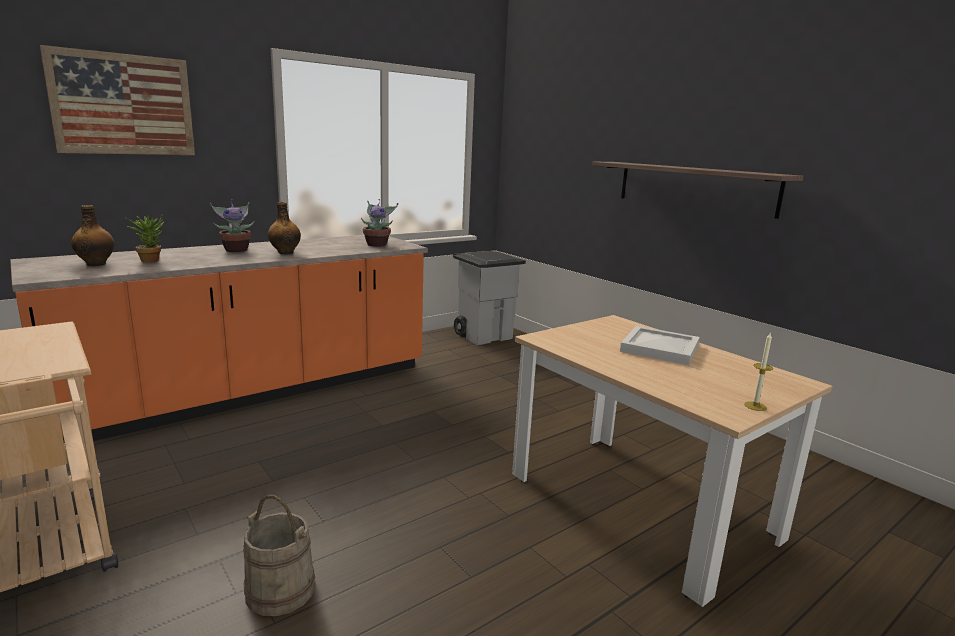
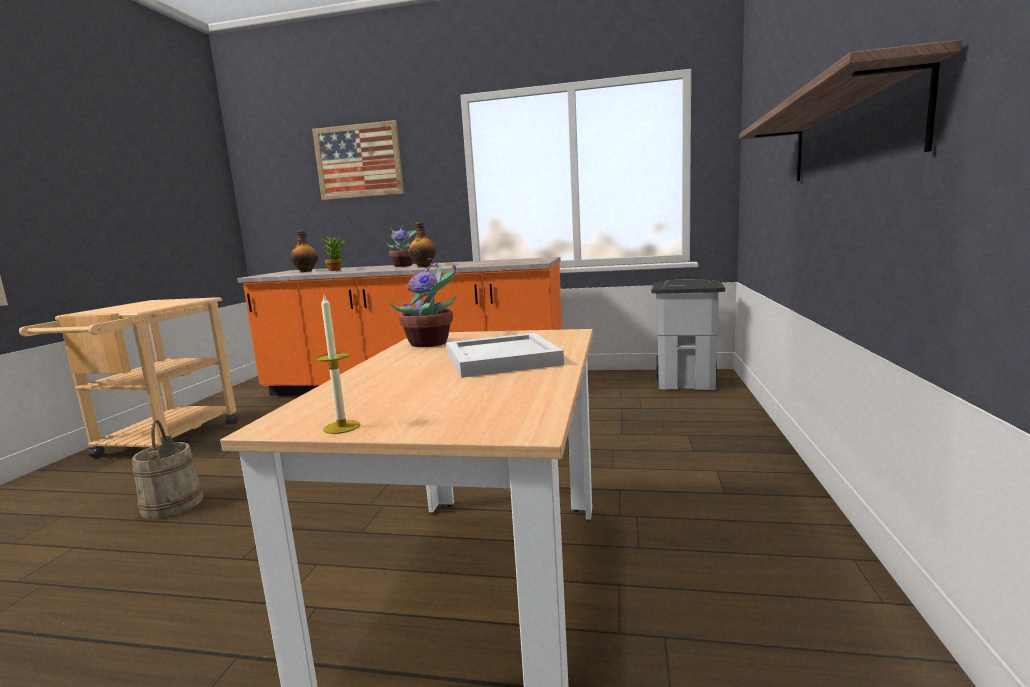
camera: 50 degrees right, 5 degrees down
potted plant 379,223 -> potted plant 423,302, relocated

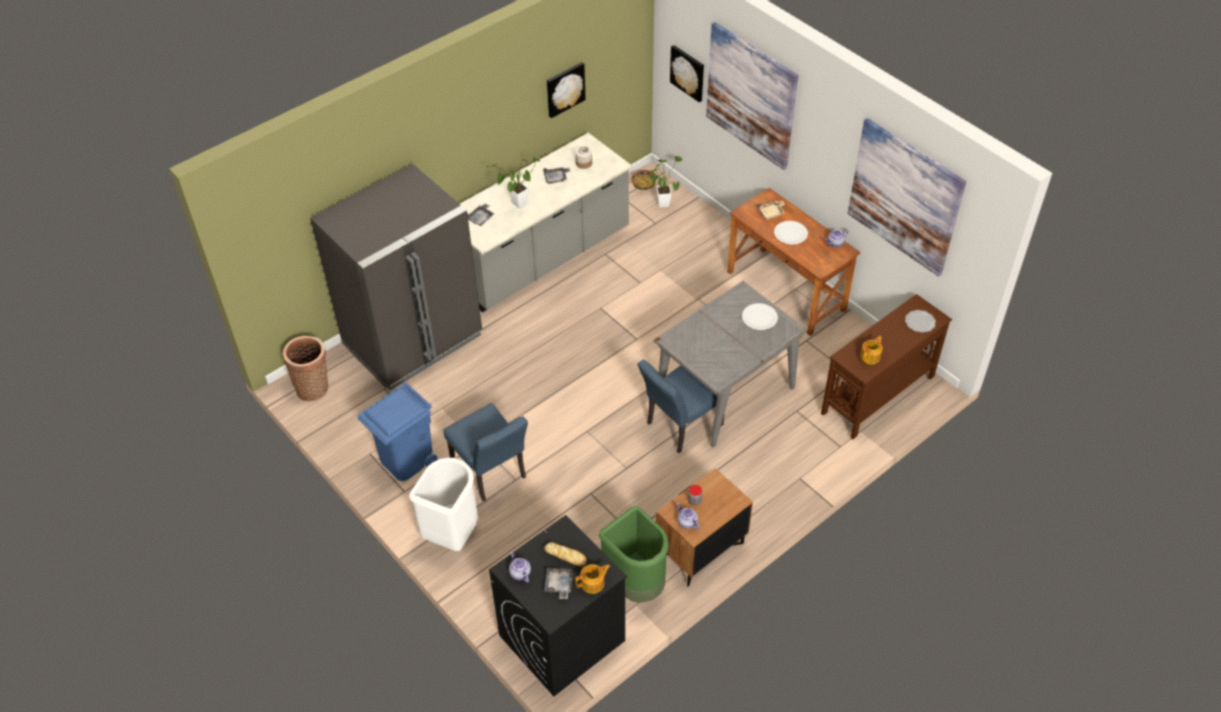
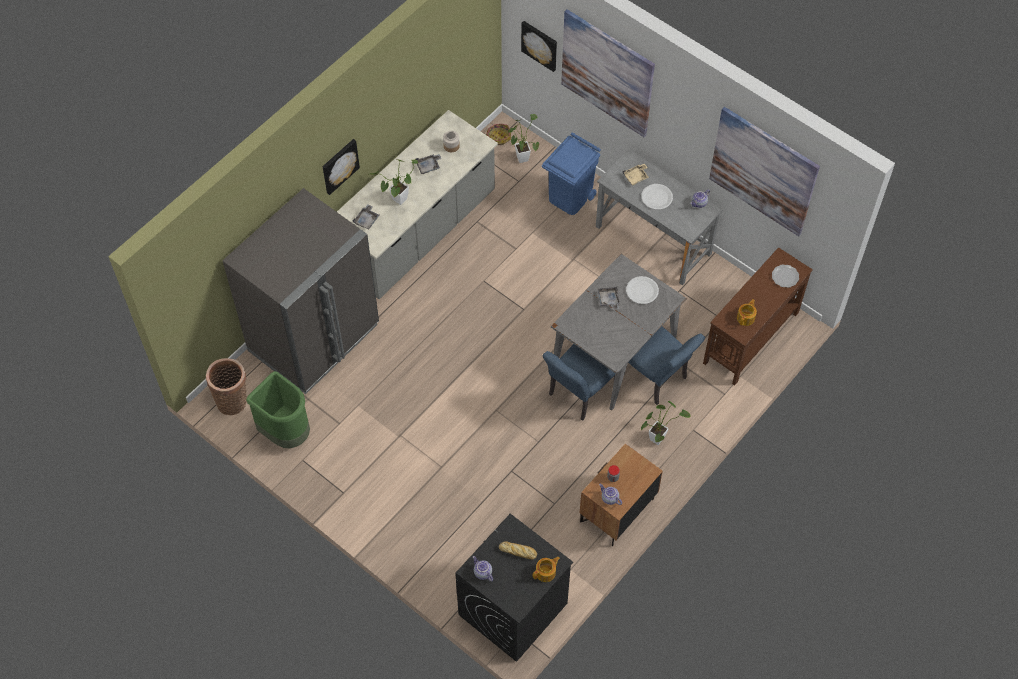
camera: 10 degrees left, 10 degrees up
white trash can 443,504 -> none
none -> potted plant 666,423
blue trash can 397,431 -> blue trash can 571,174, relocated
blue chair 486,452 -> blue chair 666,365, relocated
grey tray 559,583 -> grey tray 609,298, relocated
picture 566,90 -> picture 341,167, relocated
green trash can 634,554 -> green trash can 278,409, relocated
brown desk 793,262 -> grey desk 659,217

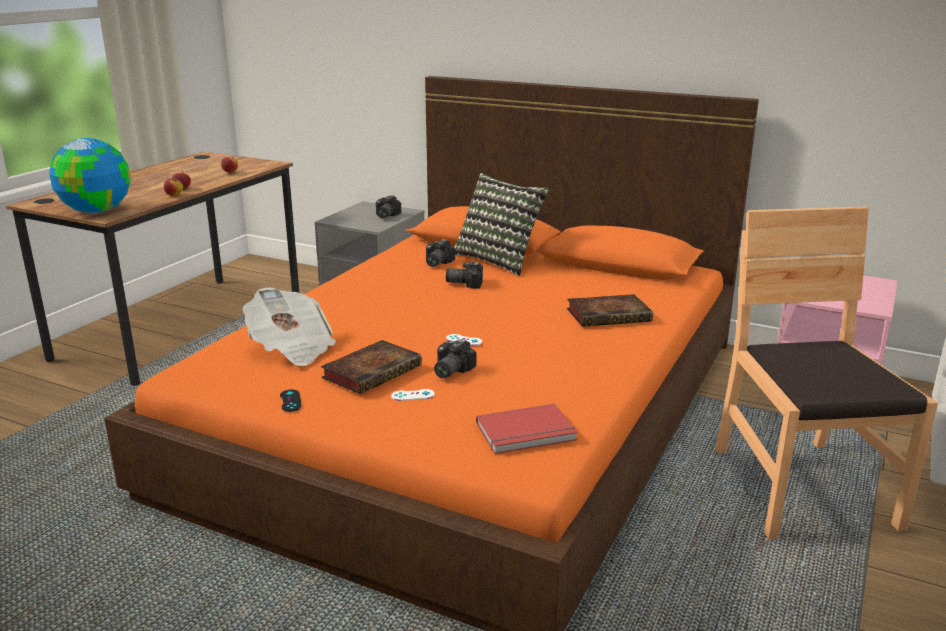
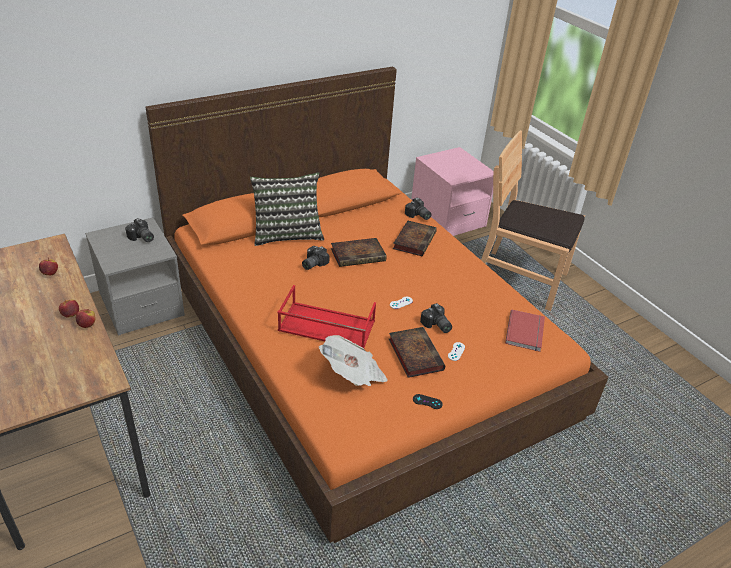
camera: 60 degrees left, 15 degrees up
globe 90,175 -> none
none -> red tray 327,316
none -> book 359,252
photo camera 440,253 -> photo camera 418,209, relocated

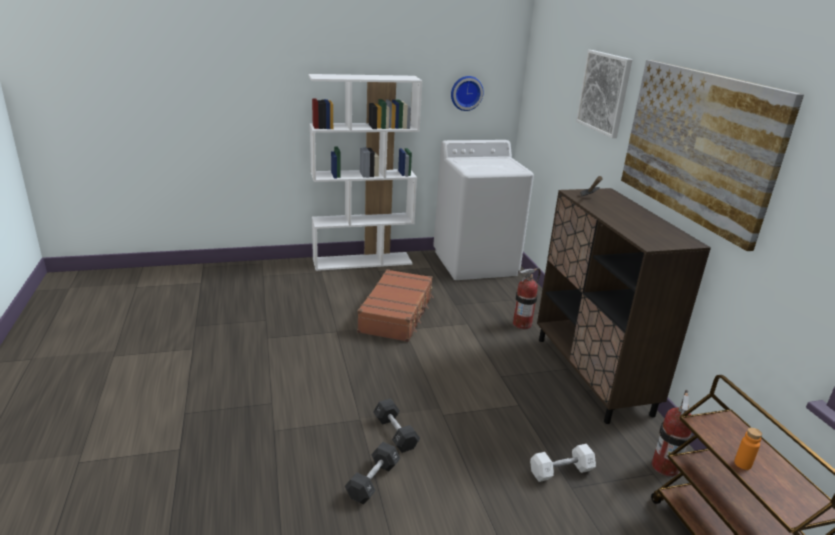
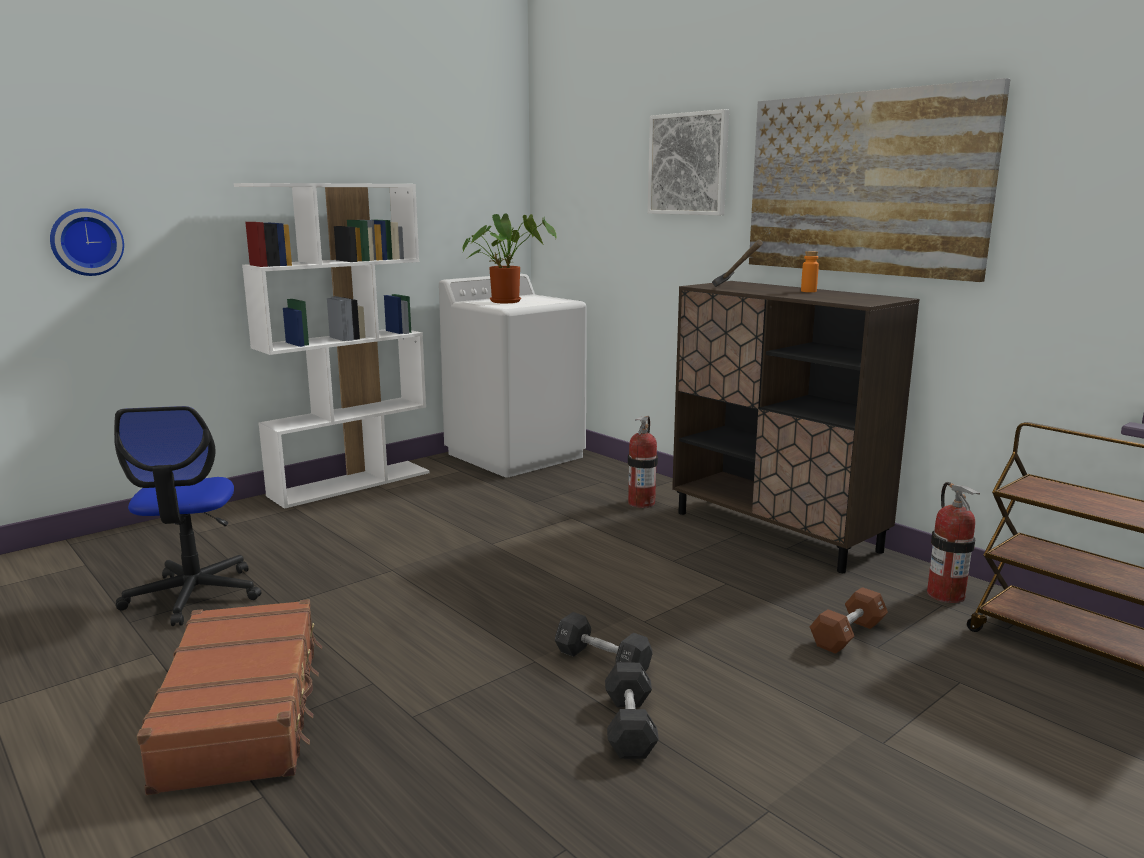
camera: 25 degrees left, 10 degrees down
none -> office chair 187,516
none -> potted plant 509,258
brown suitcase 395,305 -> brown suitcase 229,697, relocated
wall clock 467,93 -> wall clock 87,242, relocated
orange bottle 748,448 -> orange bottle 810,271, relocated
white dumbbell 563,463 -> brown dumbbell 849,620

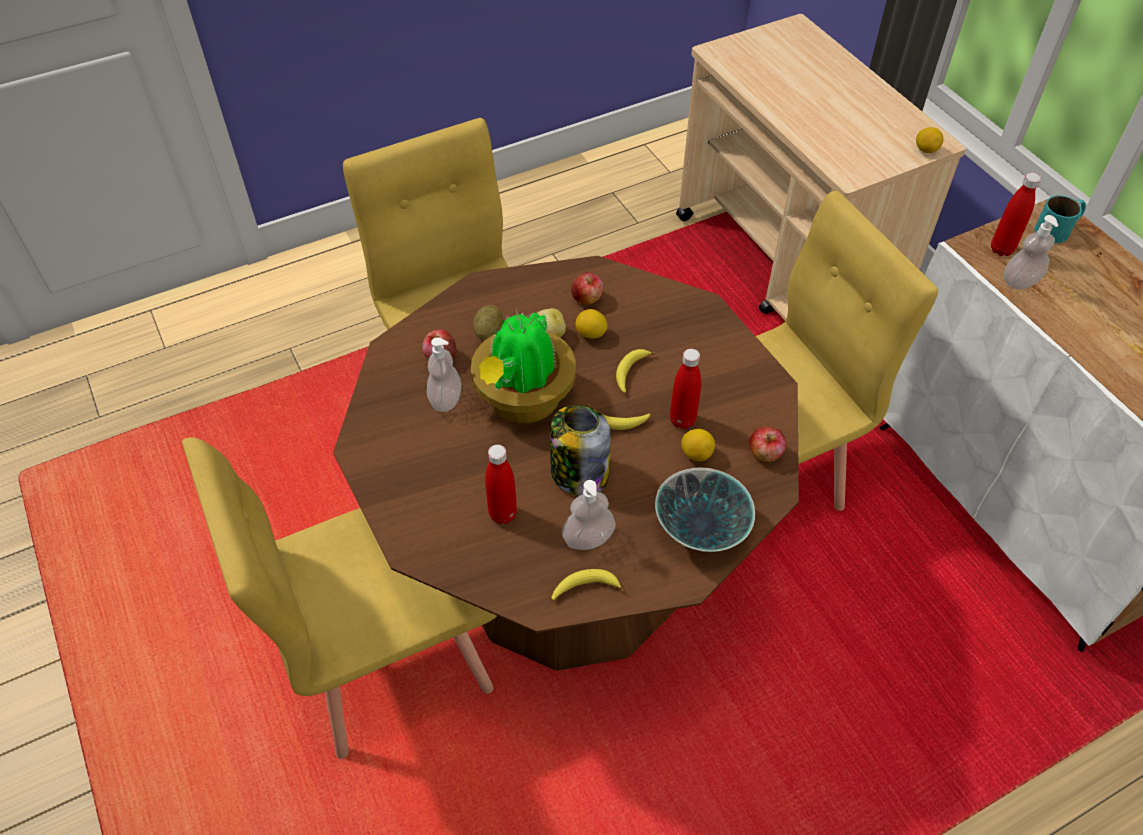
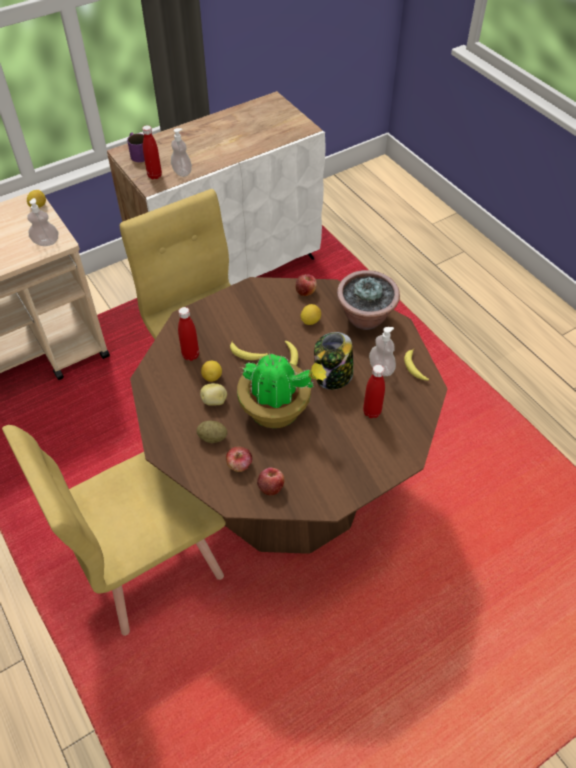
camera: 95 degrees left, 0 degrees up
yellow chair 339,598 -> none
soap dispenser 444,374 -> soap dispenser 42,222, relocated
apple 587,288 -> apple 270,481, relocated
red bottle 685,389 -> red bottle 188,334, relocated
bowl 705,510 -> potted plant 368,300
turquoise mug 1060,219 -> purple mug 136,147

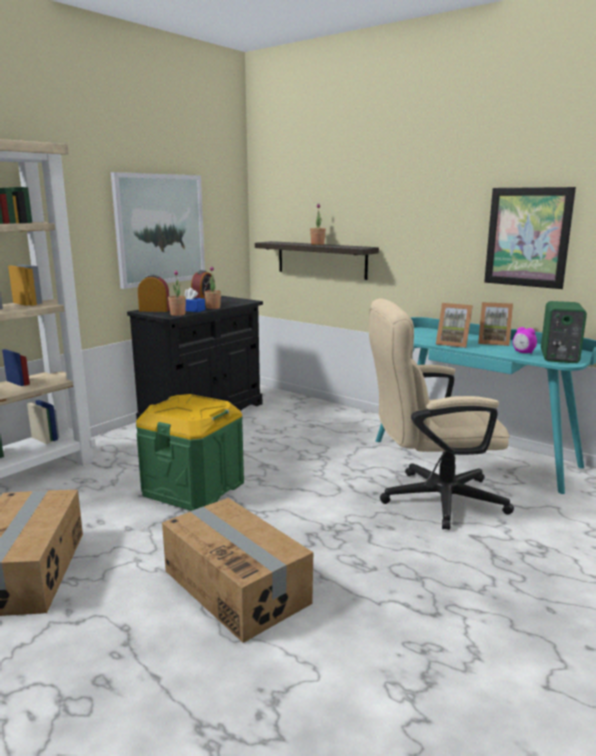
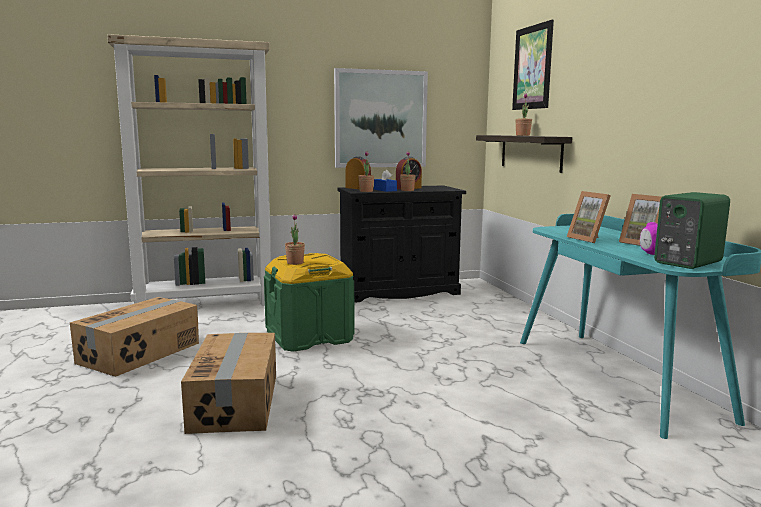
camera: 35 degrees right, 5 degrees down
beige office chair 441,414 -> none
none -> potted plant 295,239
picture 530,238 -> picture 533,65, relocated

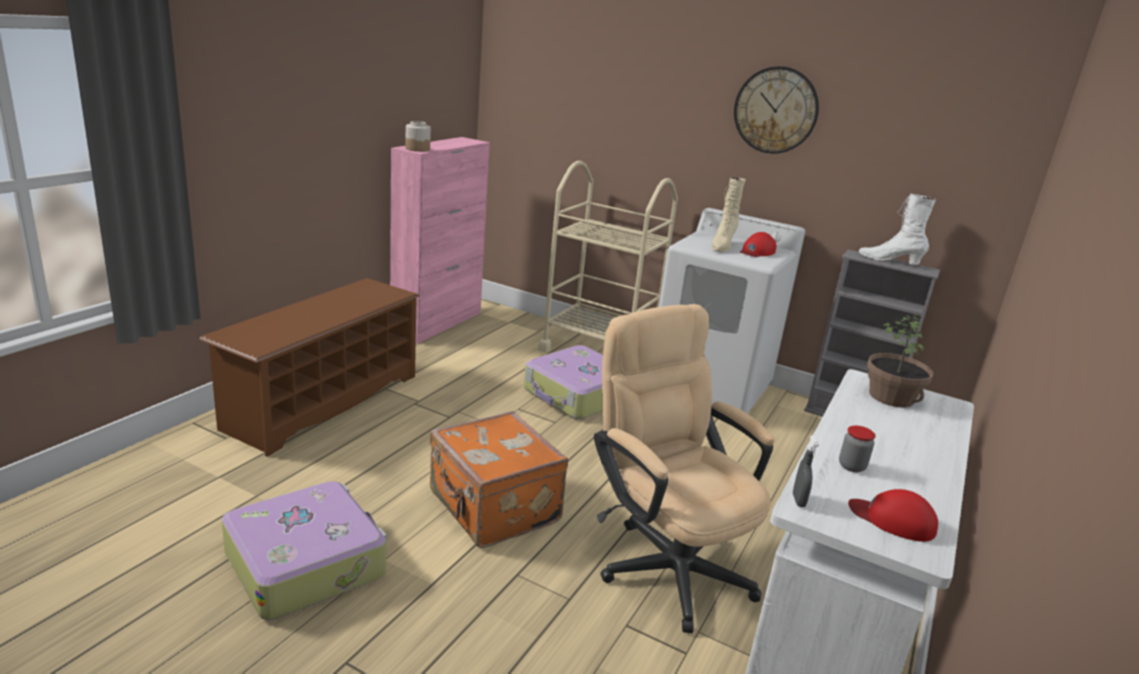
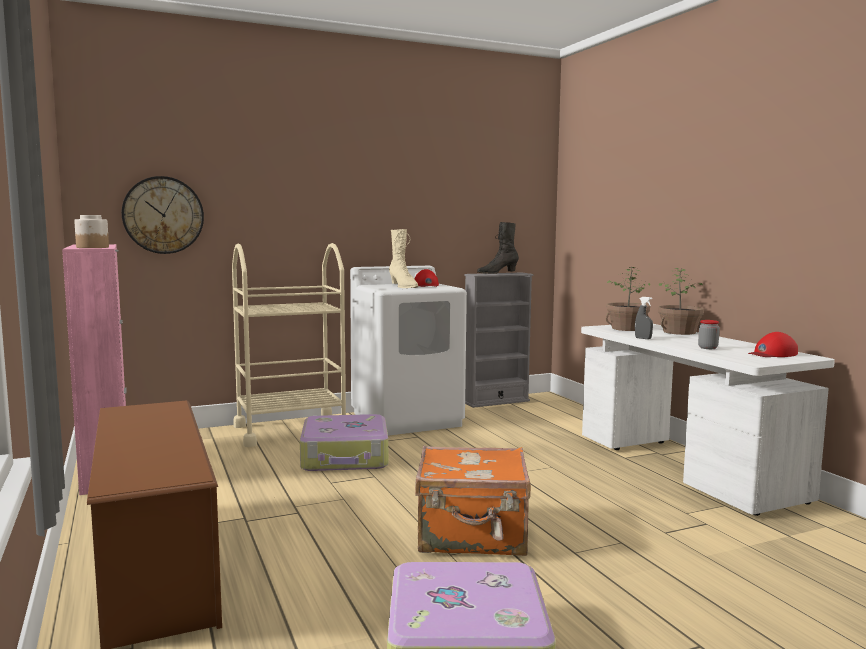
camera: 50 degrees left, 15 degrees down
beige office chair 684,469 -> none
none -> potted plant 681,301
wall clock 776,110 -> wall clock 162,215, relocated
grey spray bottle 806,471 -> grey spray bottle 644,318, relocated
white boot 897,229 -> black boot 498,248

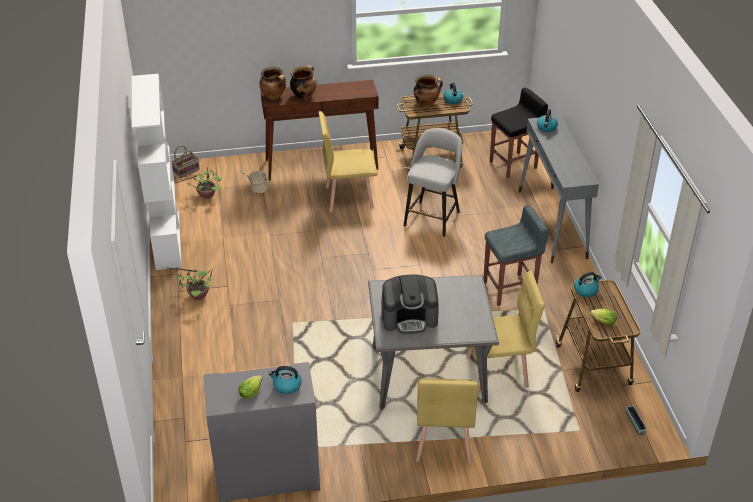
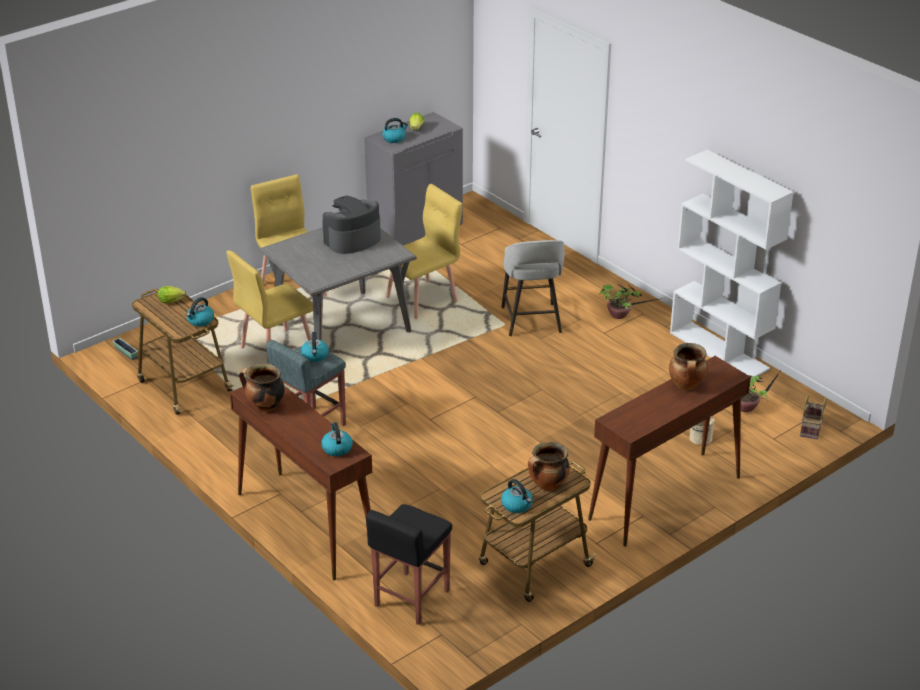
camera: 150 degrees right, 5 degrees down
none -> kettle 315,347
cooking pot 272,83 -> cooking pot 262,388, relocated
yellow chair 348,161 -> yellow chair 424,251, relocated
grey stool 433,182 -> grey stool 533,288, relocated
grey console table 559,189 -> brown console table 300,483

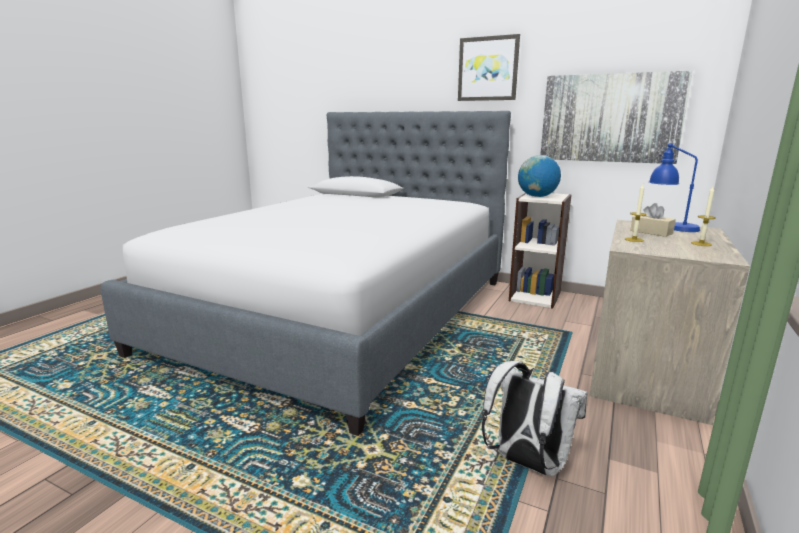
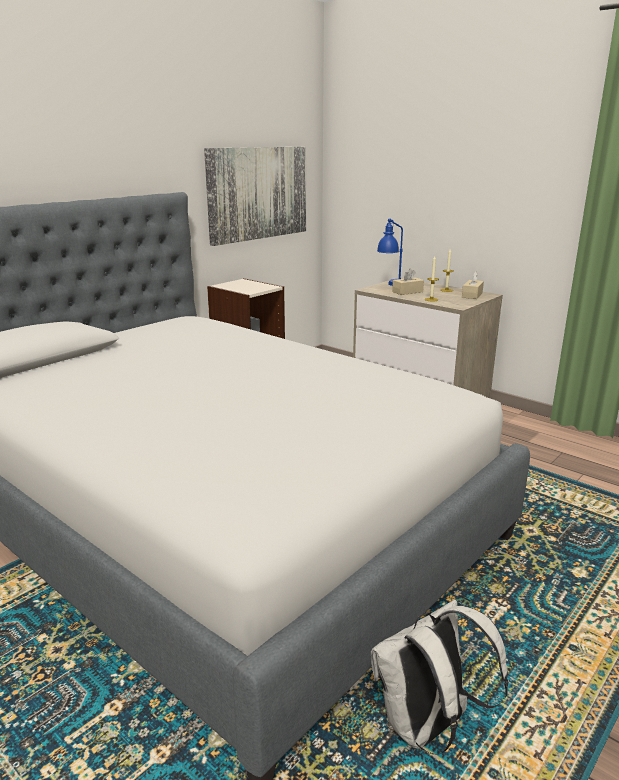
camera: 75 degrees left, 5 degrees up
picture 489,67 -> none
globe 539,176 -> none
none -> beige tissue box 473,285
white backpack 534,419 -> white backpack 440,677, relocated

